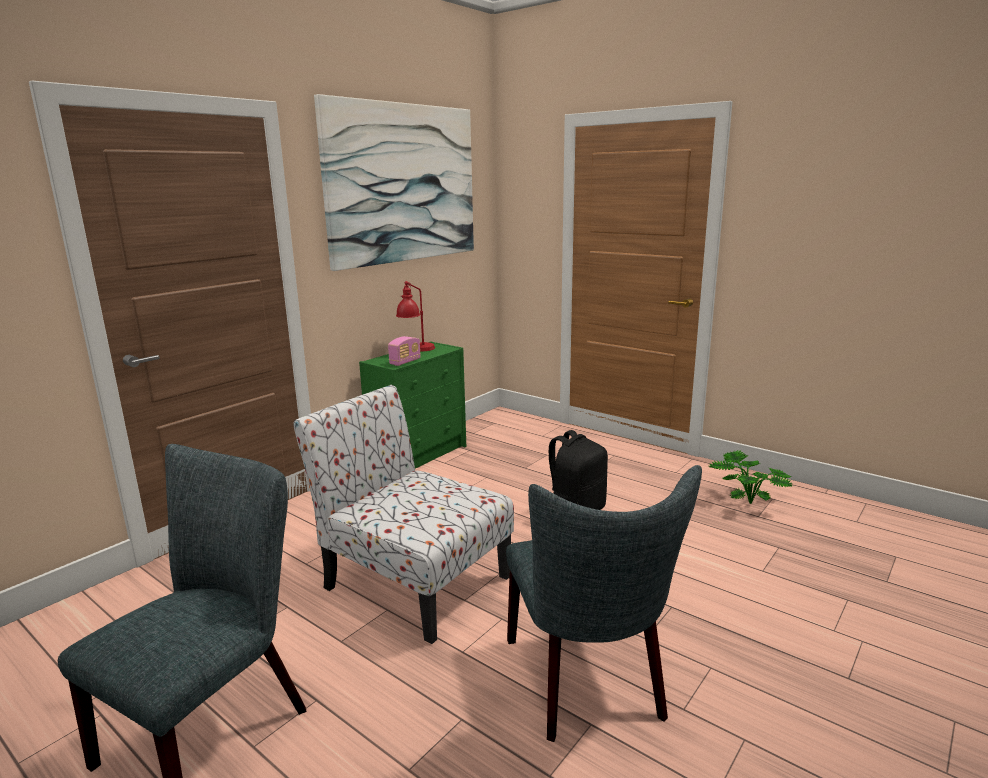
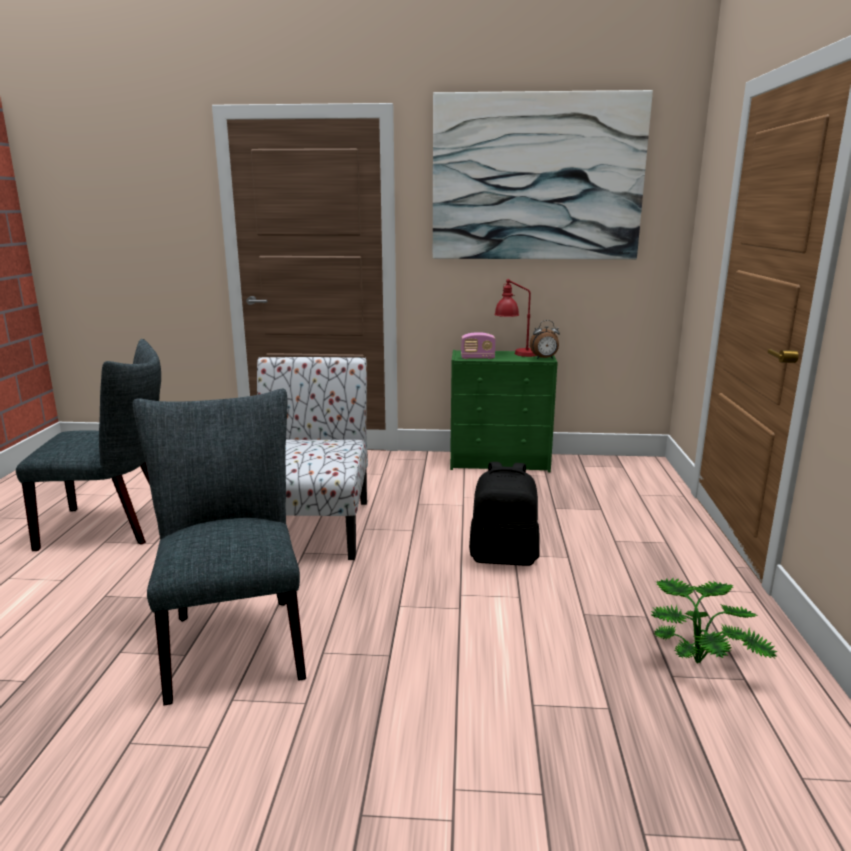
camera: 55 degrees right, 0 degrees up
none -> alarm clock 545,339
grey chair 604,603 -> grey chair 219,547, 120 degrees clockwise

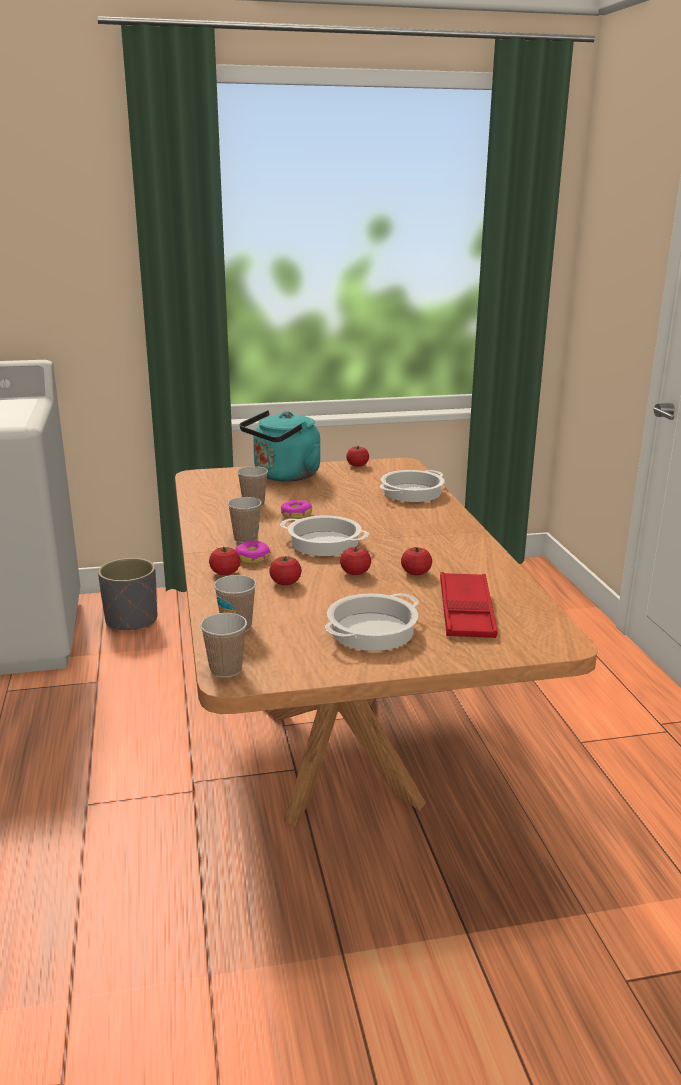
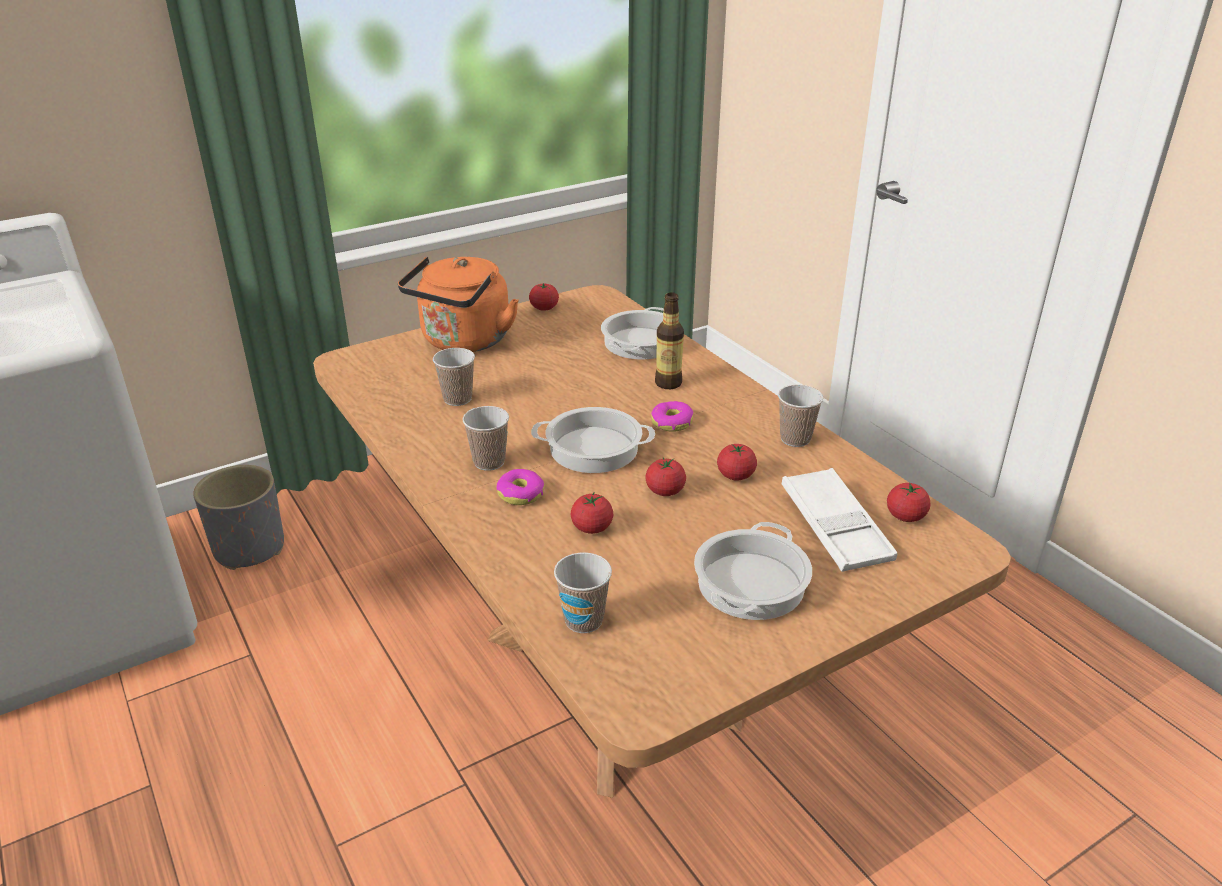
camera: 20 degrees left, 10 degrees up
none -> bottle 669,340
cup 223,645 -> cup 800,416, relocated
tomato 225,561 -> tomato 909,502, relocated
donut 296,509 -> donut 672,416, relocated
turquoise kettle 280,446 -> orange kettle 458,304
red tray 468,605 -> white tray 839,520

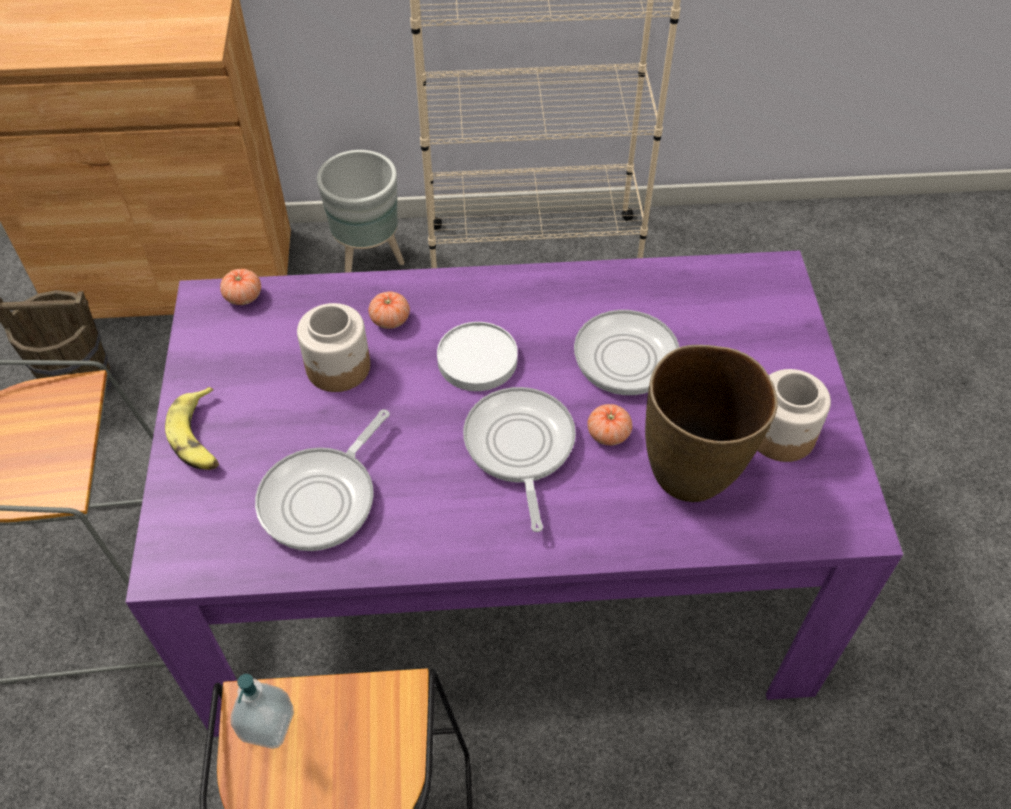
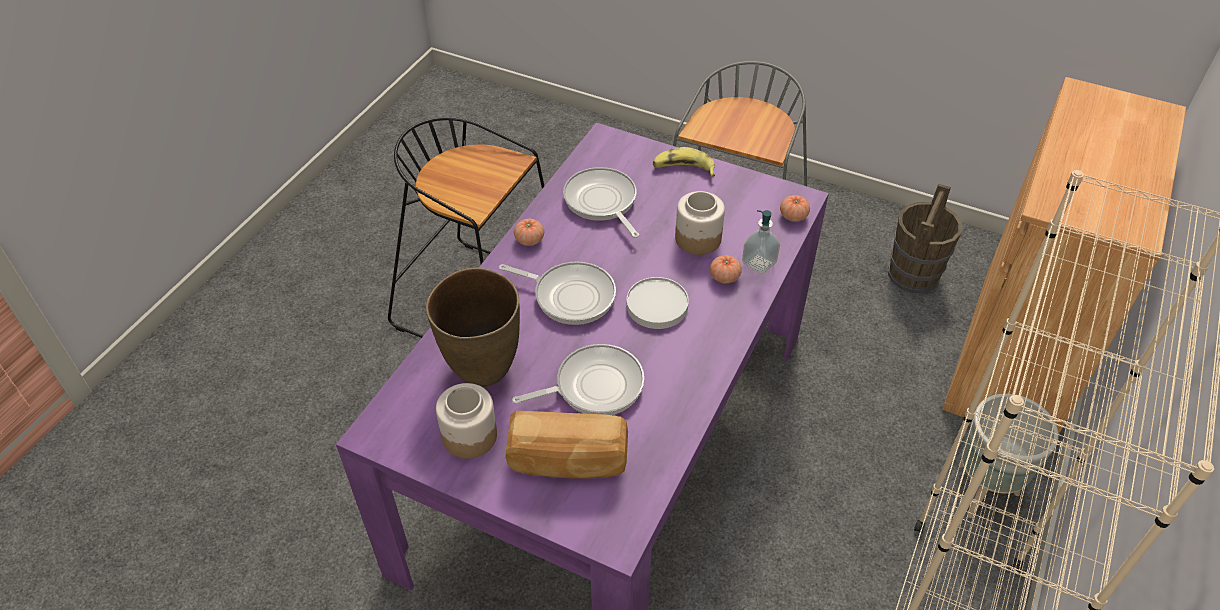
camera: 120 degrees right, 5 degrees down
none -> bread 566,444
soap dispenser 262,711 -> soap dispenser 761,242, relocated
tomato 609,425 -> tomato 529,232, relocated

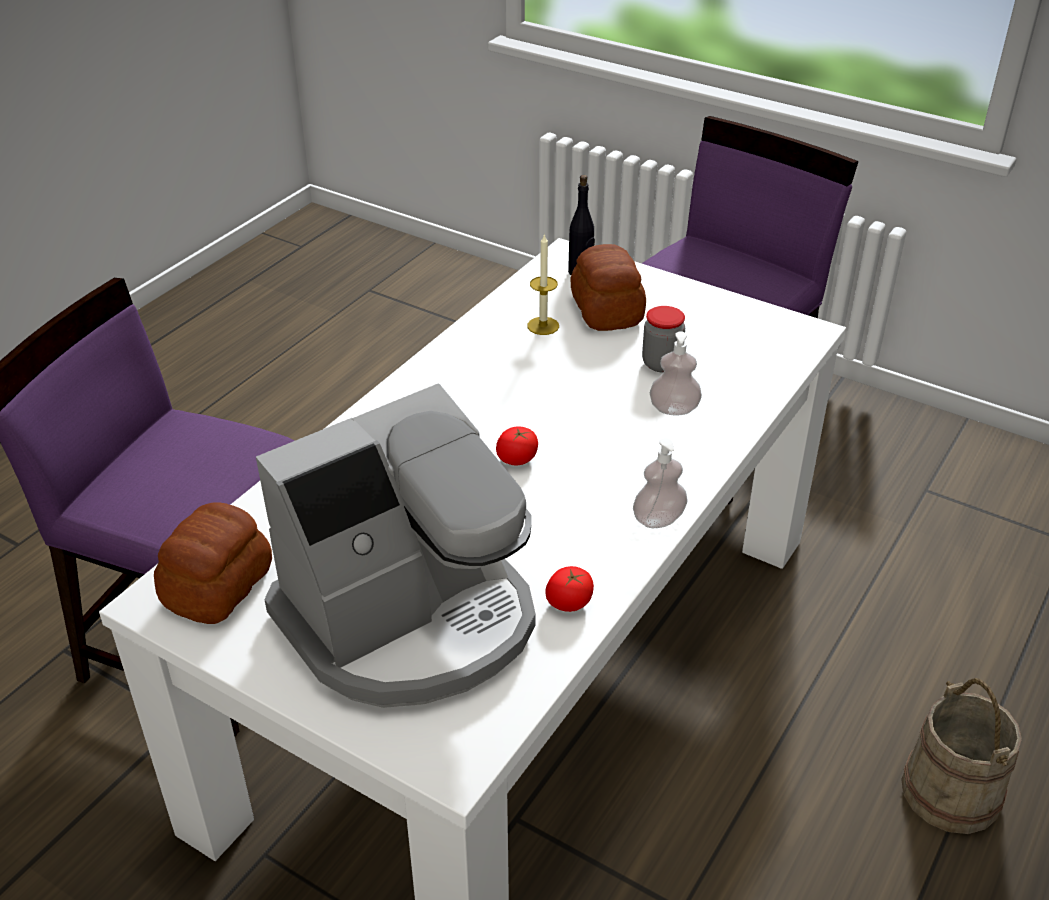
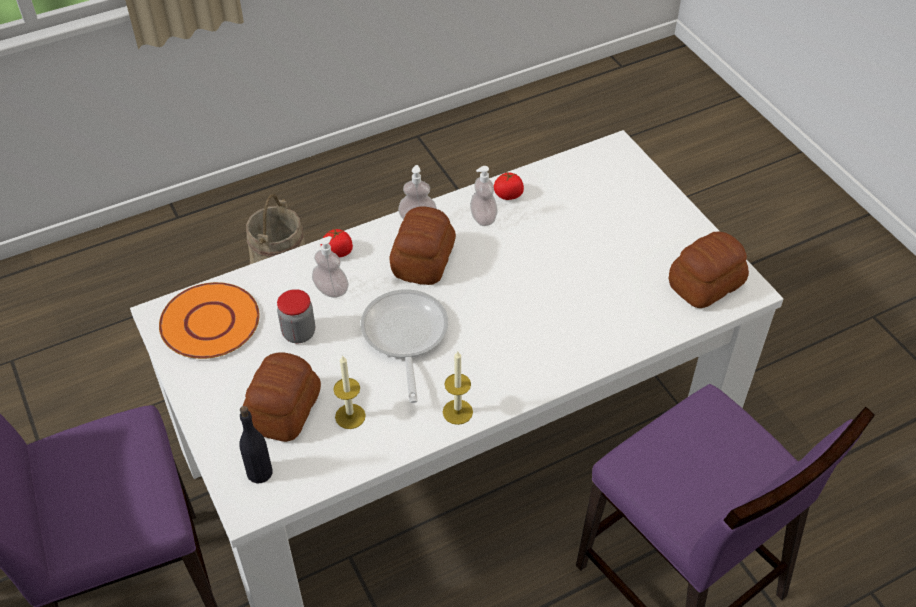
camera: 150 degrees left, 10 degrees up
coffee machine 395,545 -> none
none -> orange plate 209,320
none -> frying pan 404,346
none -> bread 422,245
none -> candle 458,388
none -> soap dispenser 483,196
tomato 517,446 -> tomato 337,243, relocated

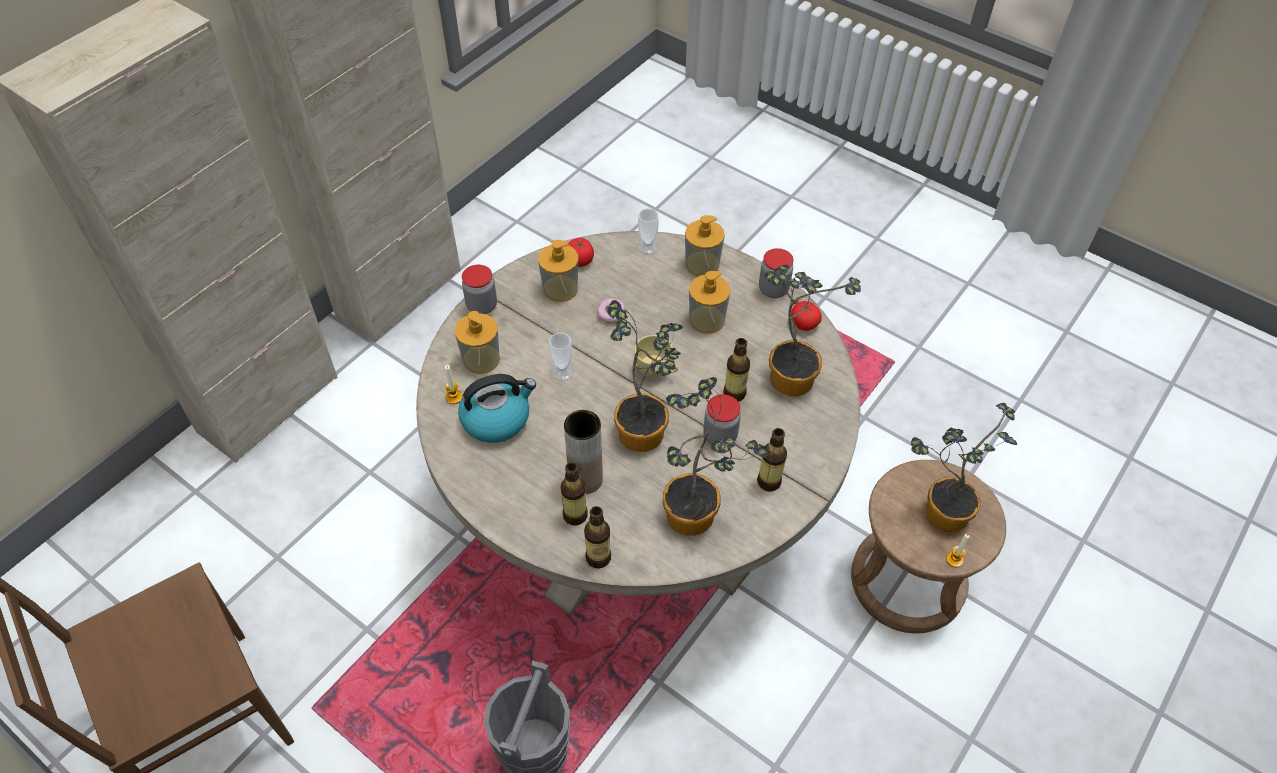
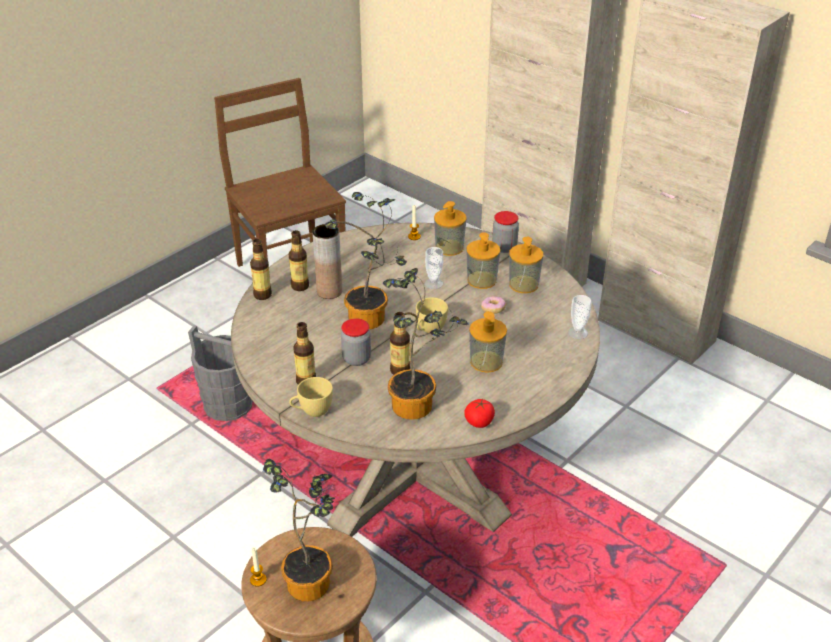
camera: 95 degrees right, 15 degrees down
kettle 497,408 -> none
tomato 581,252 -> none
potted plant 715,456 -> none
jar 776,273 -> none
none -> yellow cup 311,397
soap dispenser 705,245 -> soap dispenser 483,260, relocated

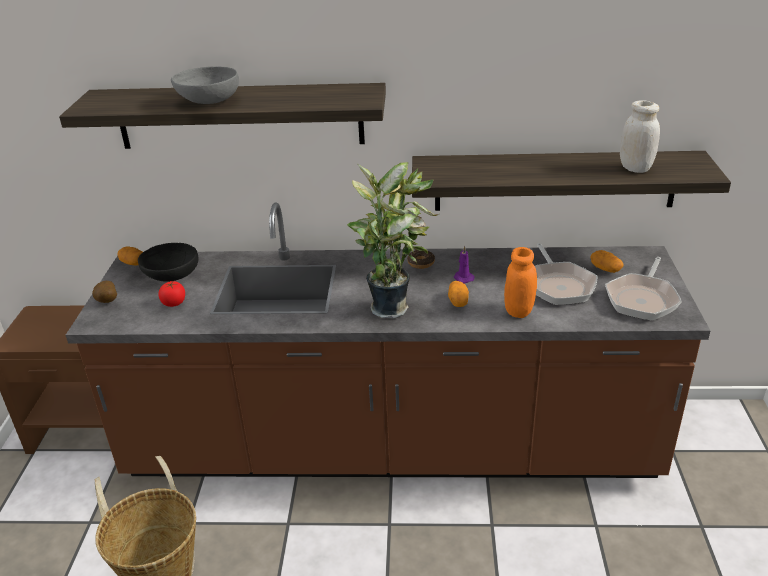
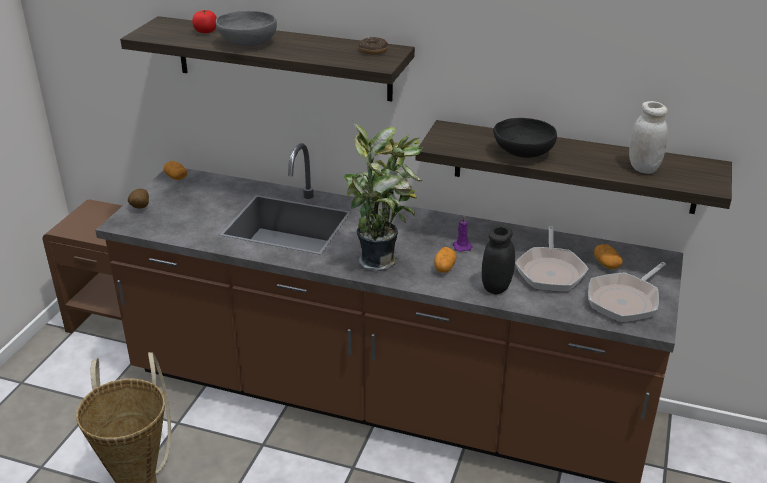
camera: 15 degrees right, 0 degrees up
black bowl 168,262 -> black bowl 525,138, relocated
tomato 171,294 -> tomato 204,21, relocated
donut 421,259 -> donut 373,46, relocated
orange jar 520,282 -> black jar 498,260

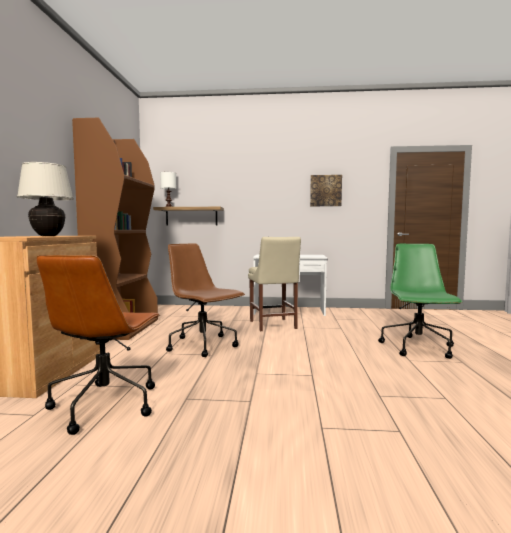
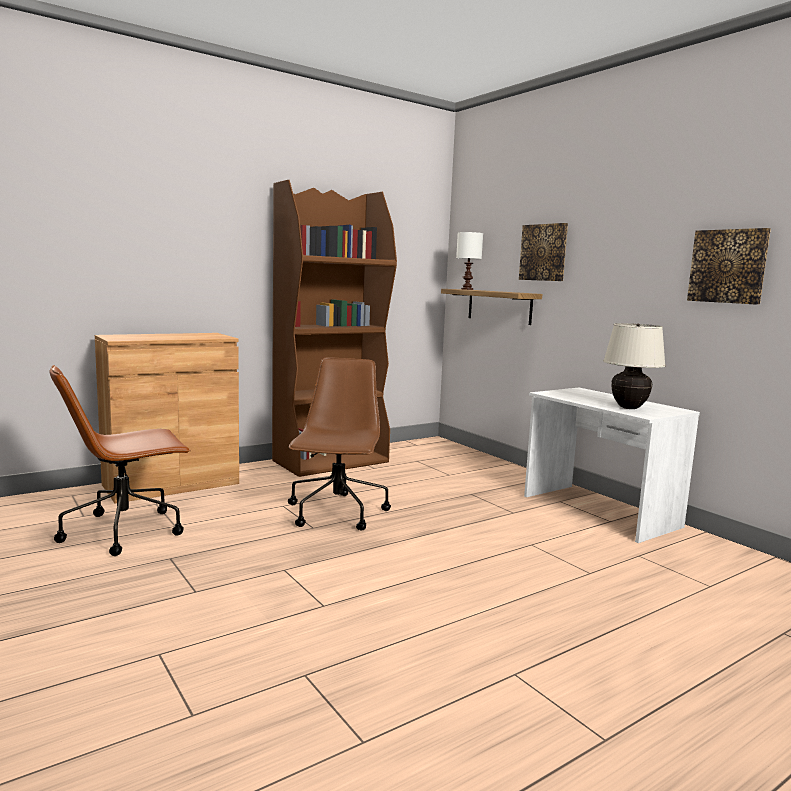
camera: 50 degrees right, 5 degrees up
beige chair 274,284 -> none
green office chair 420,301 -> none
none -> picture 543,252
beige table lamp 45,199 -> beige table lamp 634,366, relocated

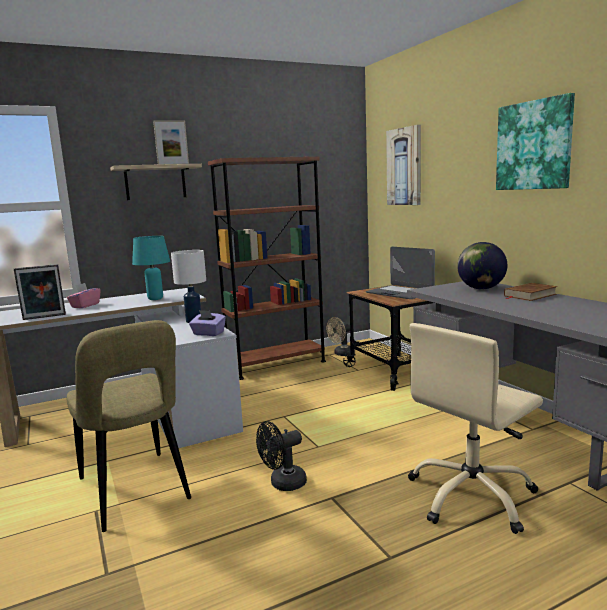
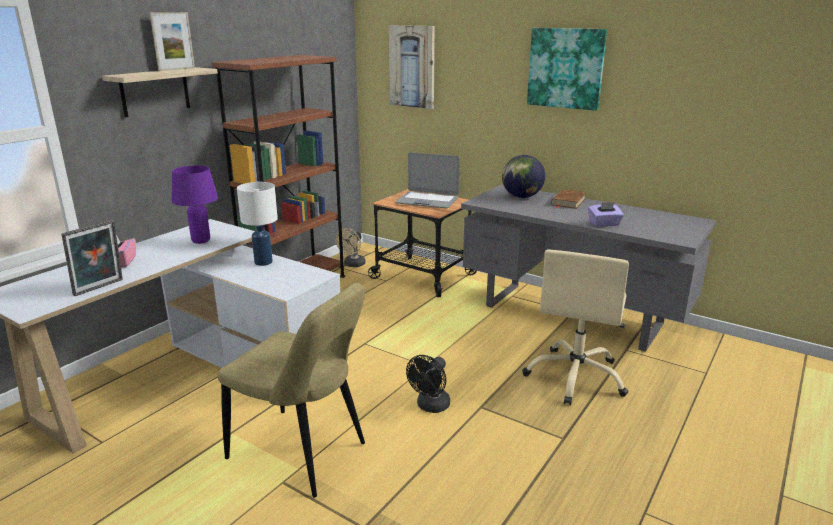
camera: 30 degrees left, 10 degrees up
purple tissue box 207,323 -> purple tissue box 606,214, relocated
turquoise table lamp 151,268 -> purple table lamp 195,204

